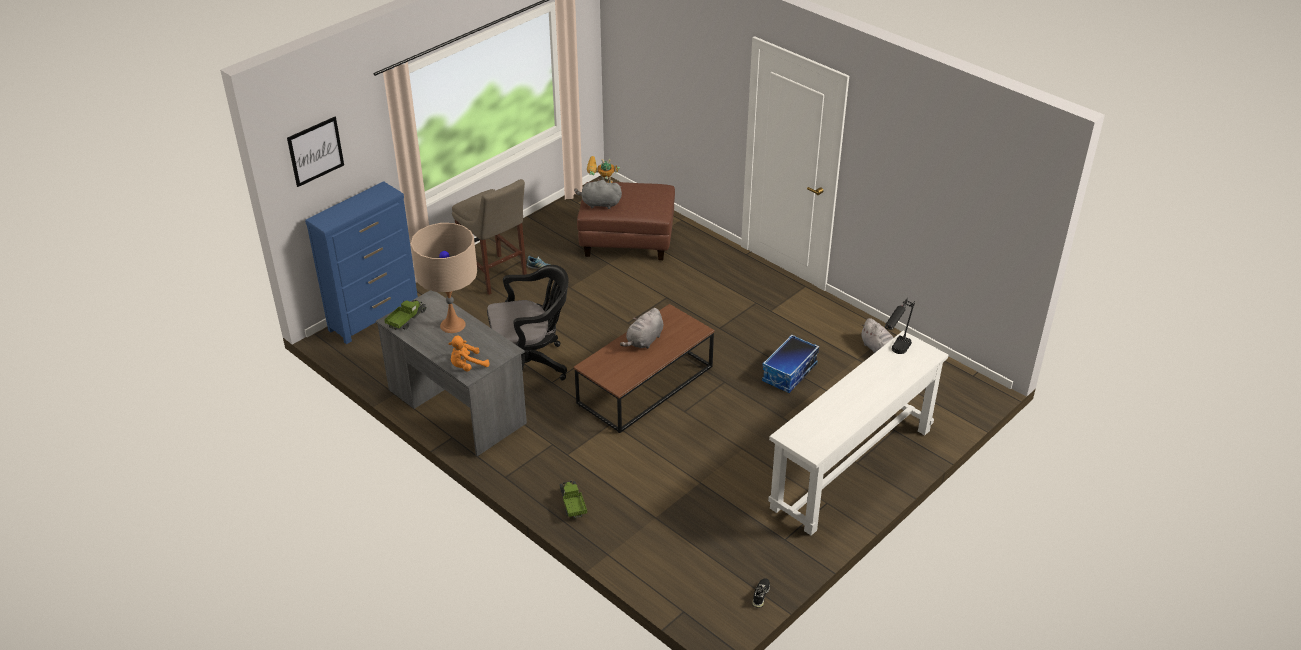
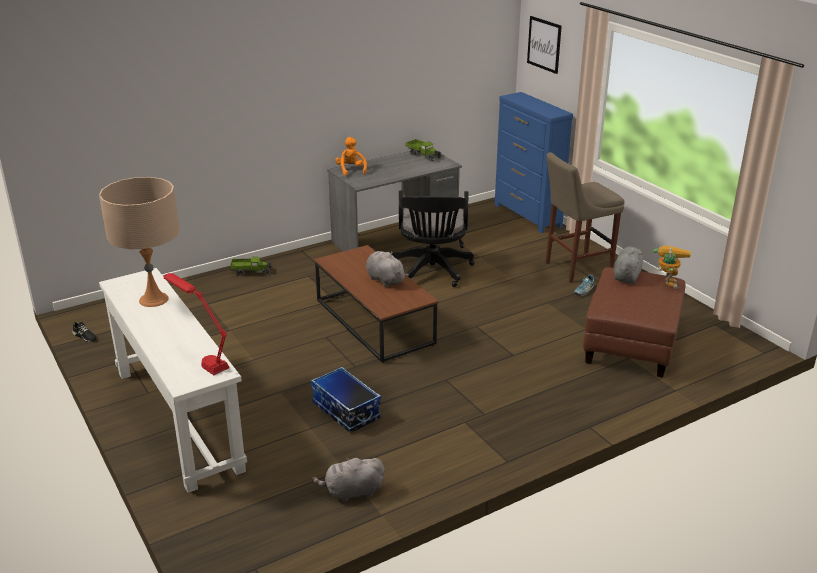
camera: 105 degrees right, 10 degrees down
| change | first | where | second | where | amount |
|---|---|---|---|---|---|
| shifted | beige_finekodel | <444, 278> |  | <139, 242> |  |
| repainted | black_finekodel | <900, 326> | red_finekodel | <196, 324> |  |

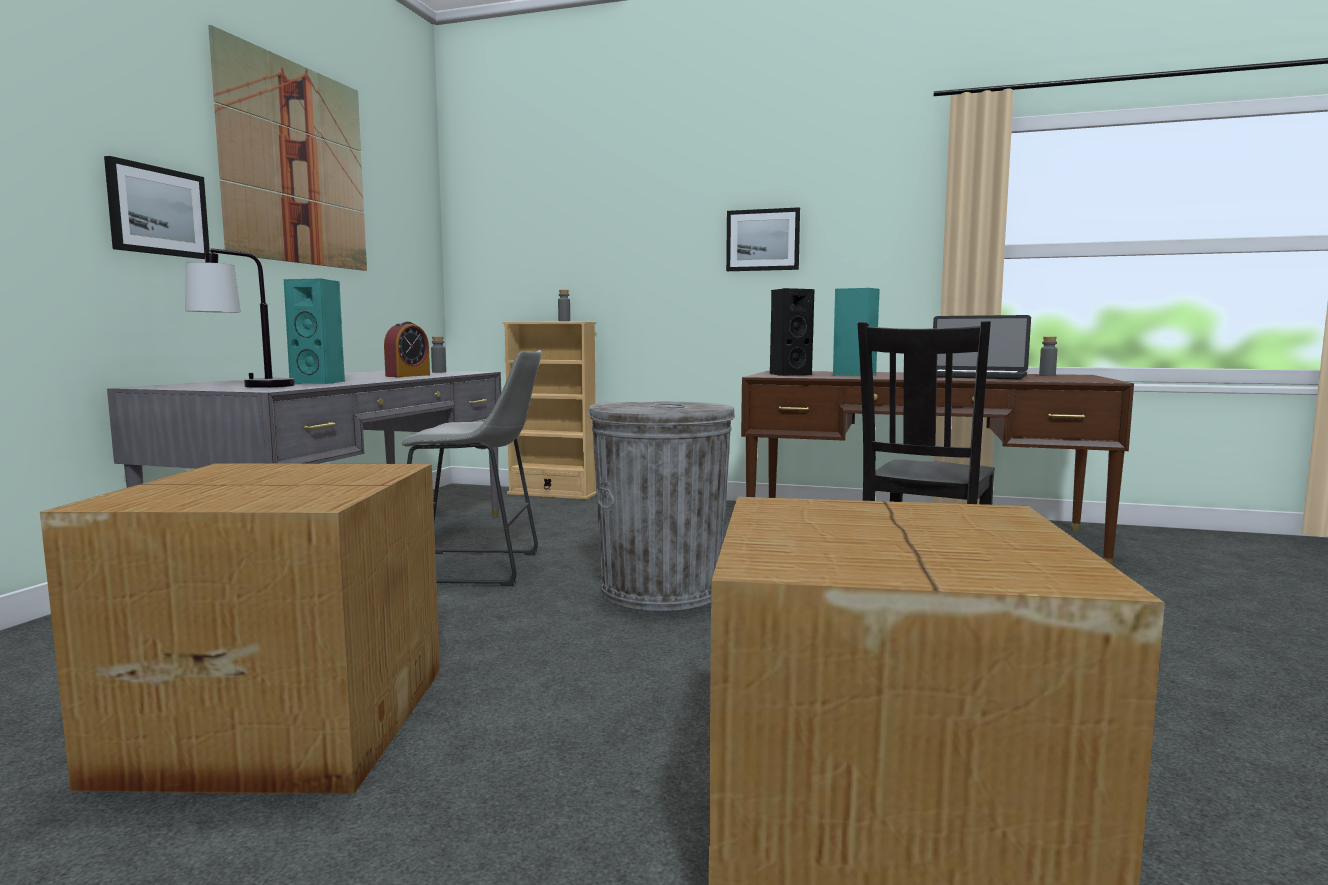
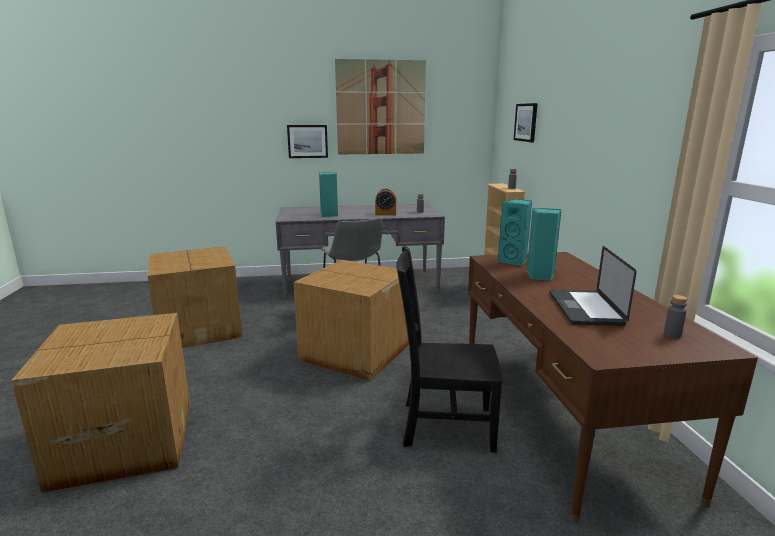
camera: 65 degrees right, 10 degrees up
| change | first | where | second | where | amount |
|---|---|---|---|---|---|
| gone | finekodel | <240, 318> |  |  |  |
| swapped | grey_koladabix | <661, 506> | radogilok | <351, 320> |  |
| shifted | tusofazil | <763, 239> |  | <526, 122> |  |
| repainted | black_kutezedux | <792, 332> | turquoise_kutezedux | <515, 232> |  |

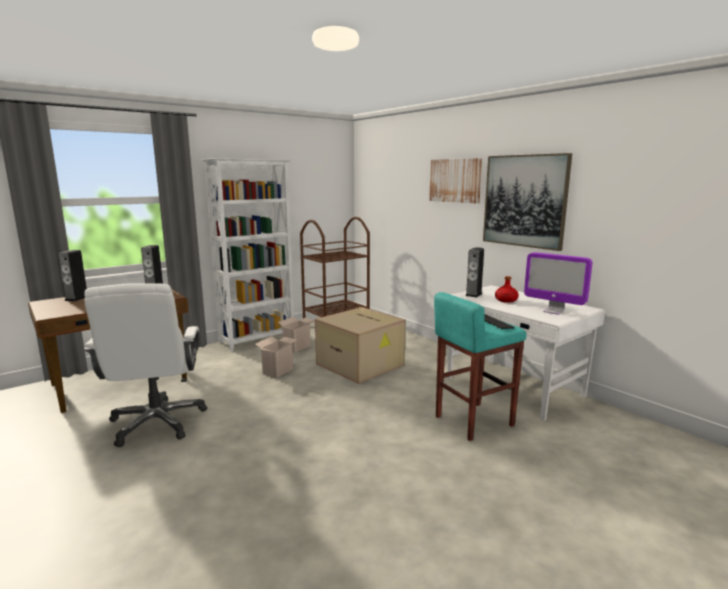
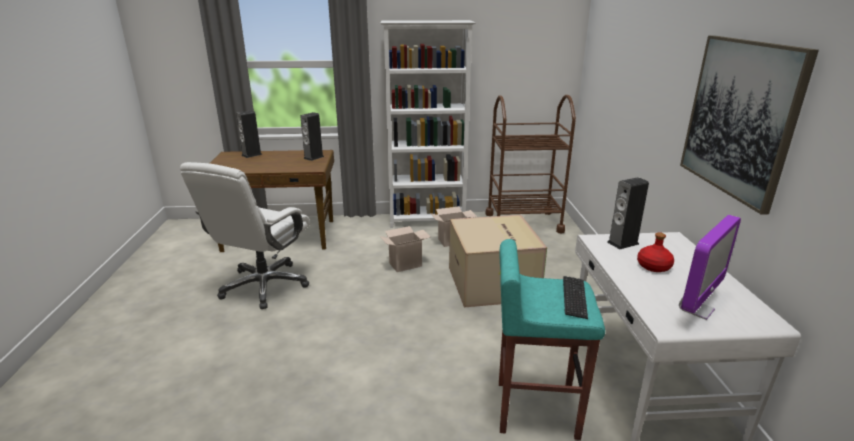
camera: 35 degrees right, 10 degrees up
| change | first | where | second | where | amount |
|---|---|---|---|---|---|
| gone | tusofazil | <455, 181> |  |  |  |
| rotated | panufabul | <558, 283> |  | <710, 267> | 120 degrees counterclockwise |

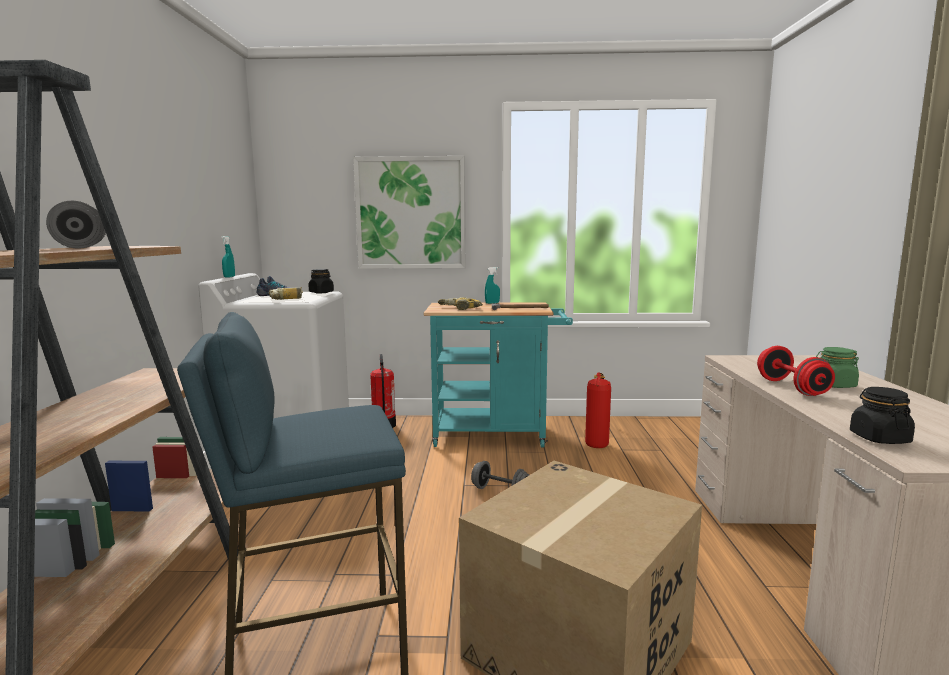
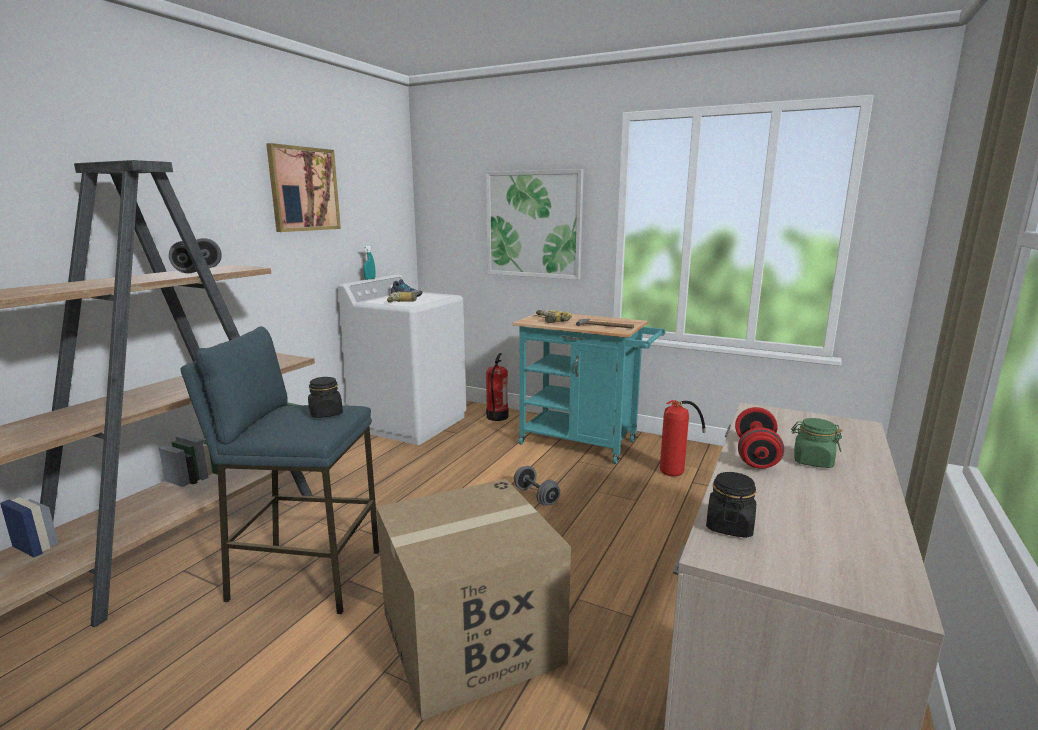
camera: 25 degrees right, 5 degrees up
| change | first | where | second | where | amount |
|---|---|---|---|---|---|
| shifted | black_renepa | <321, 281> |  | <325, 397> |  |
| gone | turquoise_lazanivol | <492, 285> |  |  |  |
| new |  |  | tusofazil | <303, 187> |  |

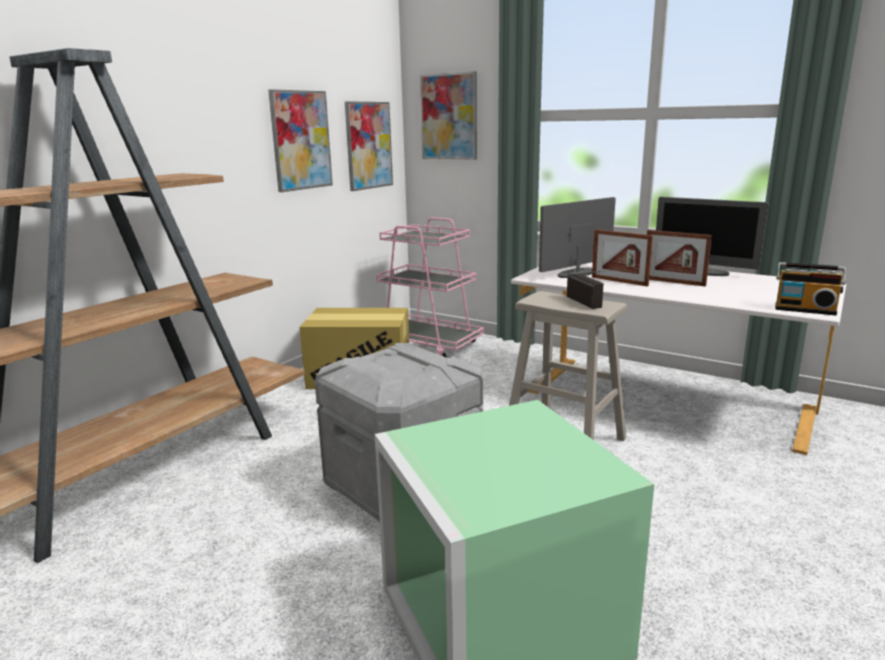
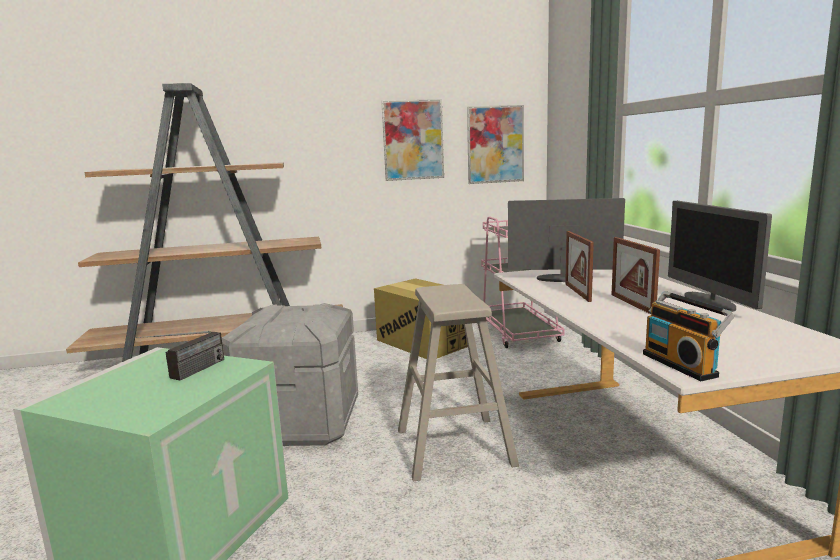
camera: 45 degrees right, 5 degrees down
| change | first | where | second | where | amount |
|---|---|---|---|---|---|
| gone | tusofazil | <448, 115> |  |  |  |
| shifted | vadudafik | <589, 289> |  | <178, 355> |  |

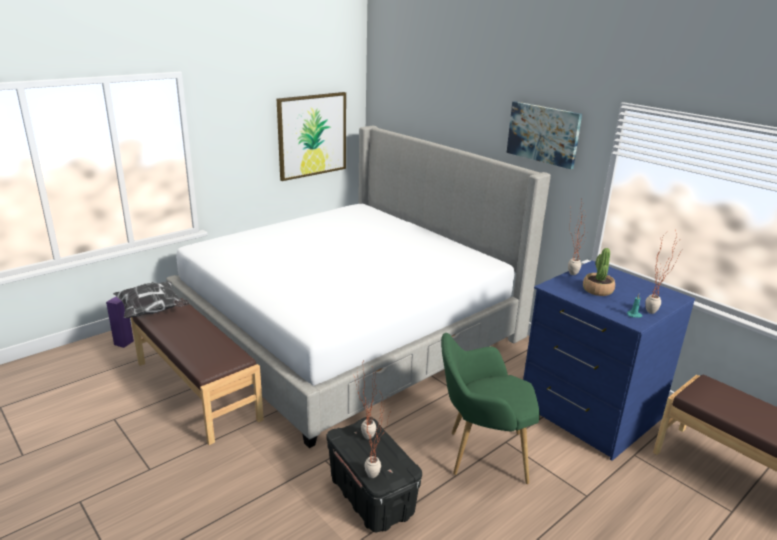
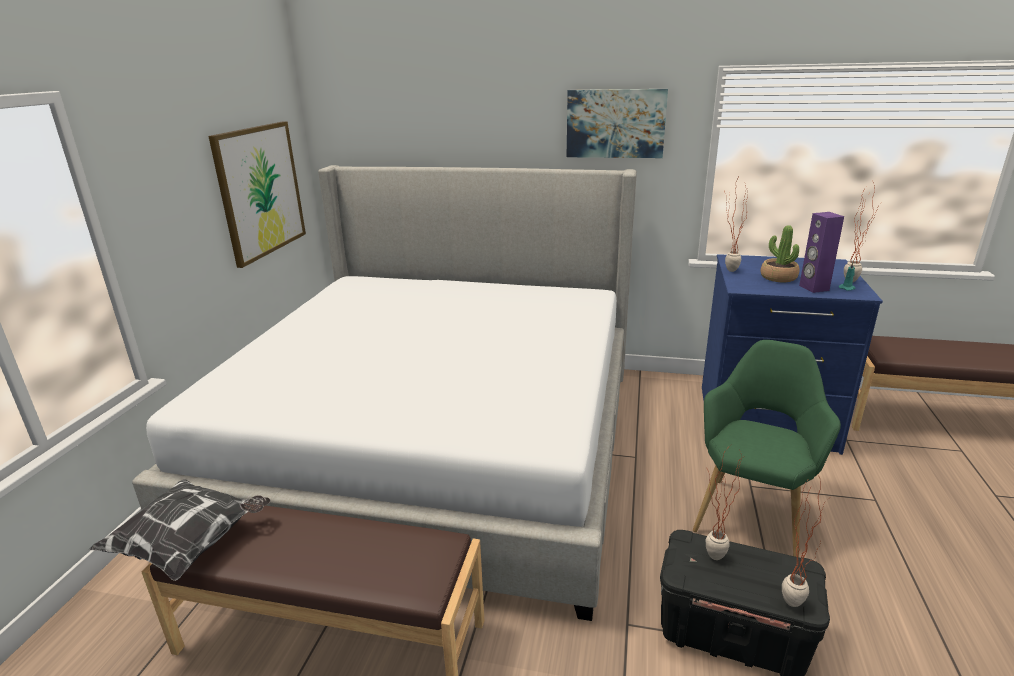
camera: 35 degrees left, 0 degrees up
| change | first | where | second | where | amount |
|---|---|---|---|---|---|
| shifted | purple_kutezedux | <120, 322> |  | <821, 252> |  |
| rotated | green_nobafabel | <490, 408> |  | <767, 448> | 150 degrees clockwise |

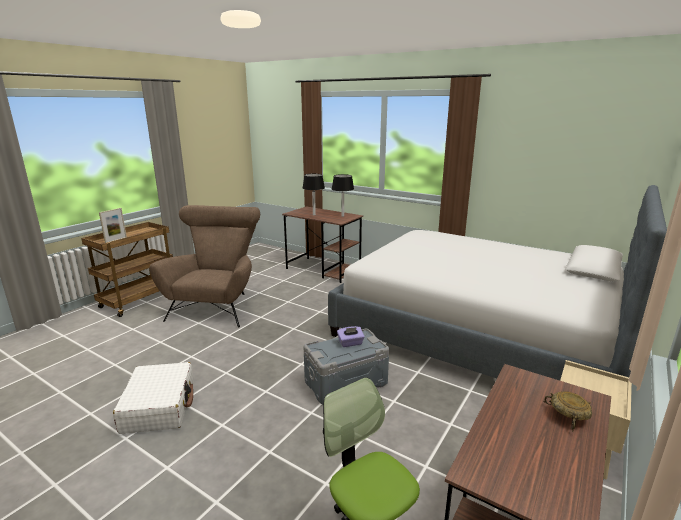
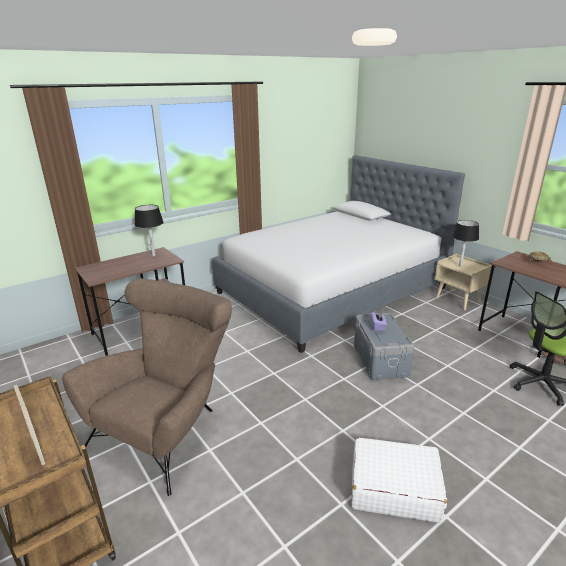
camera: 70 degrees left, 5 degrees up
| change | first | where | second | where | amount |
|---|---|---|---|---|---|
| rotated | brown_nobafabel | <204, 266> |  | <147, 387> | 90 degrees clockwise |
| shifted | black_finekodel | <313, 194> |  | <465, 243> |  |

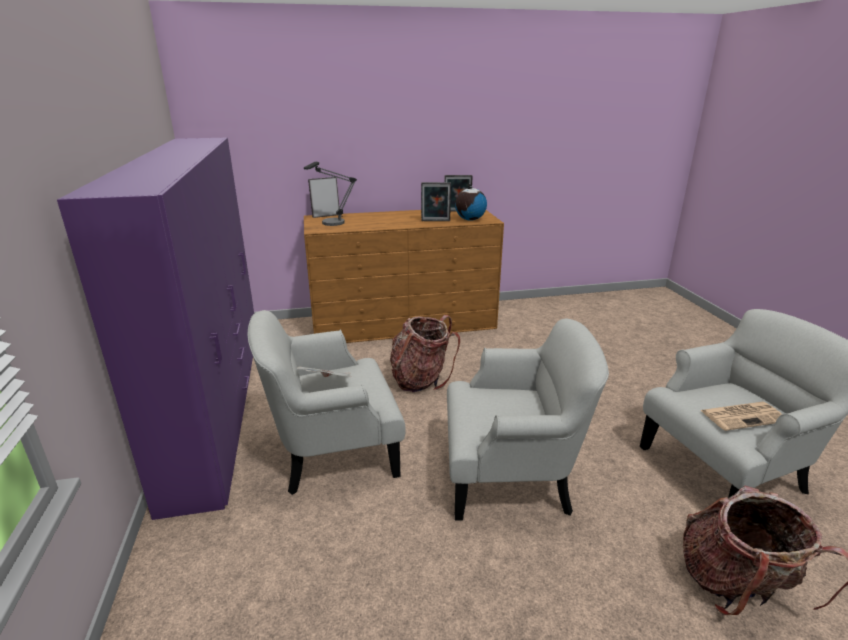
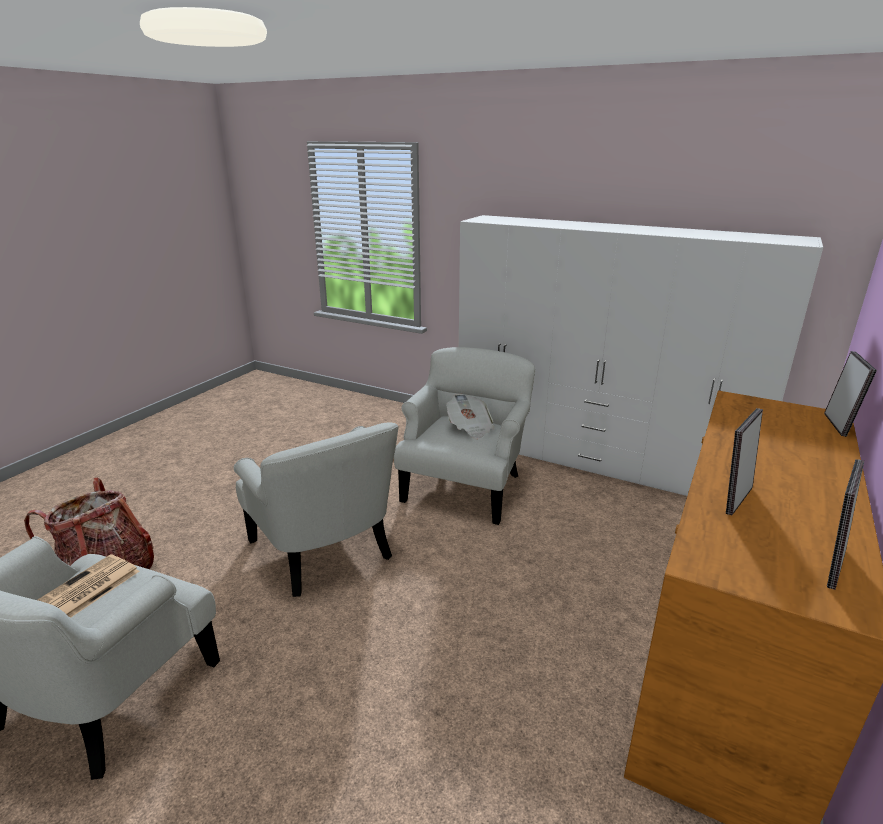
camera: 130 degrees right, 0 degrees up
| change | first | where | second | where | amount |
|---|---|---|---|---|---|
| repainted | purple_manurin | <155, 329> | white_manurin | <641, 355> |  |
| gone | finekodel | <330, 194> |  |  |  |
| gone | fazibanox | <425, 353> |  |  |  |
| rotated | white_nobafabel | <528, 419> |  | <316, 509> | 75 degrees counterclockwise |
| gone | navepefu | <471, 202> |  |  |  |

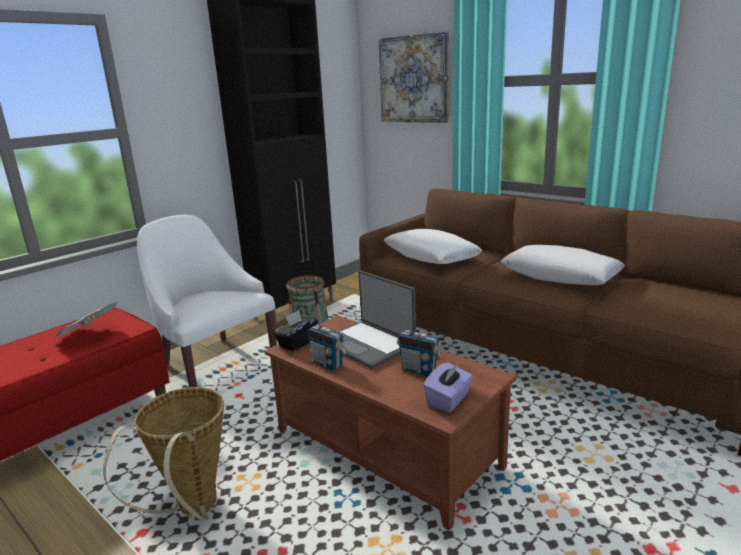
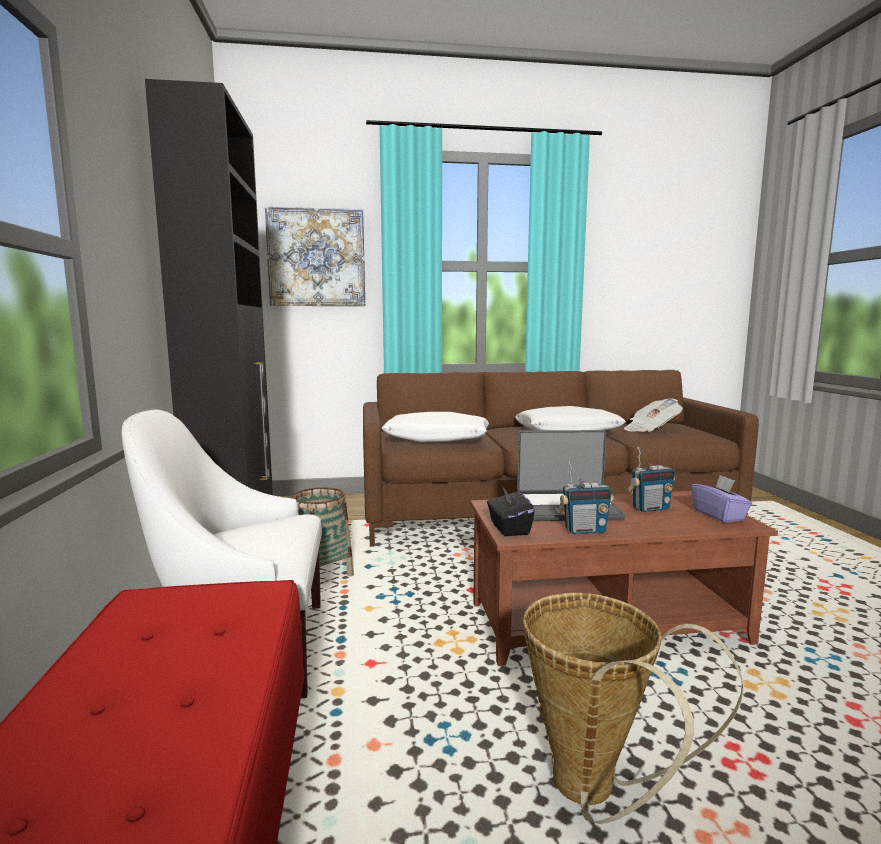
camera: 50 degrees left, 10 degrees down
| change | first | where | second | where | amount |
|---|---|---|---|---|---|
| shifted | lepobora | <85, 320> |  | <653, 415> |  |

